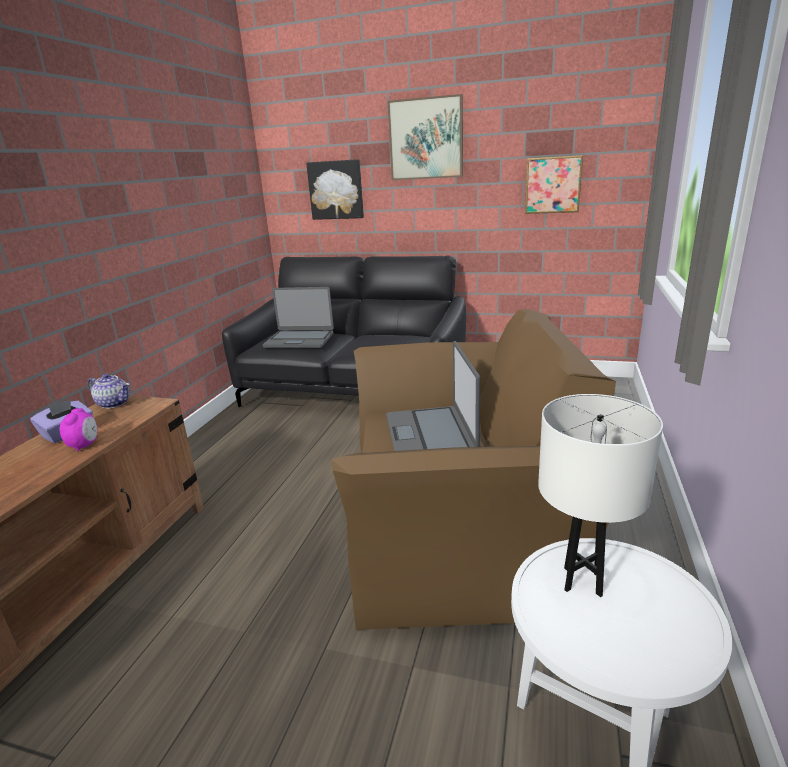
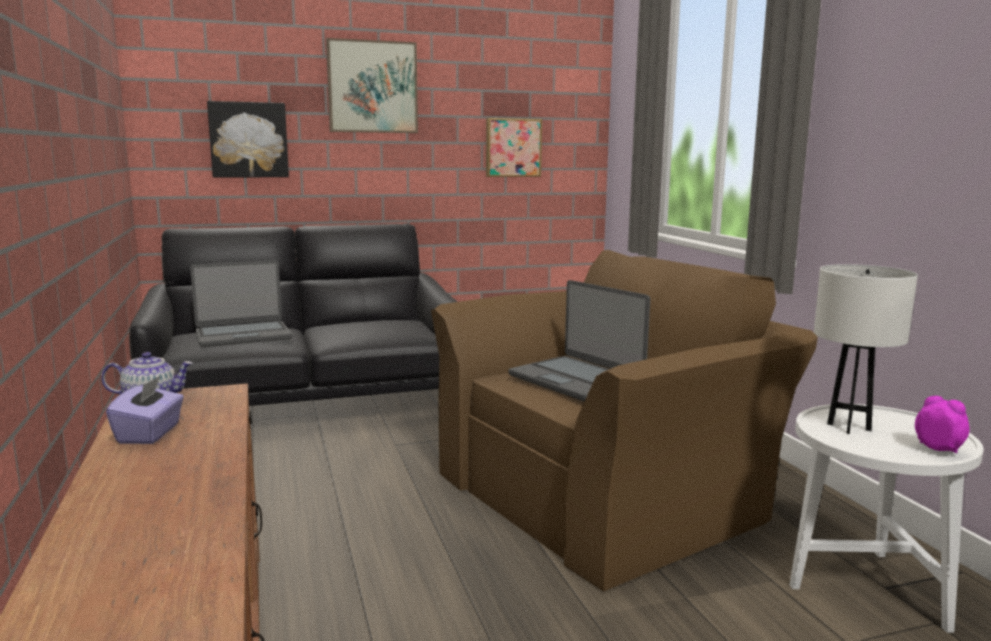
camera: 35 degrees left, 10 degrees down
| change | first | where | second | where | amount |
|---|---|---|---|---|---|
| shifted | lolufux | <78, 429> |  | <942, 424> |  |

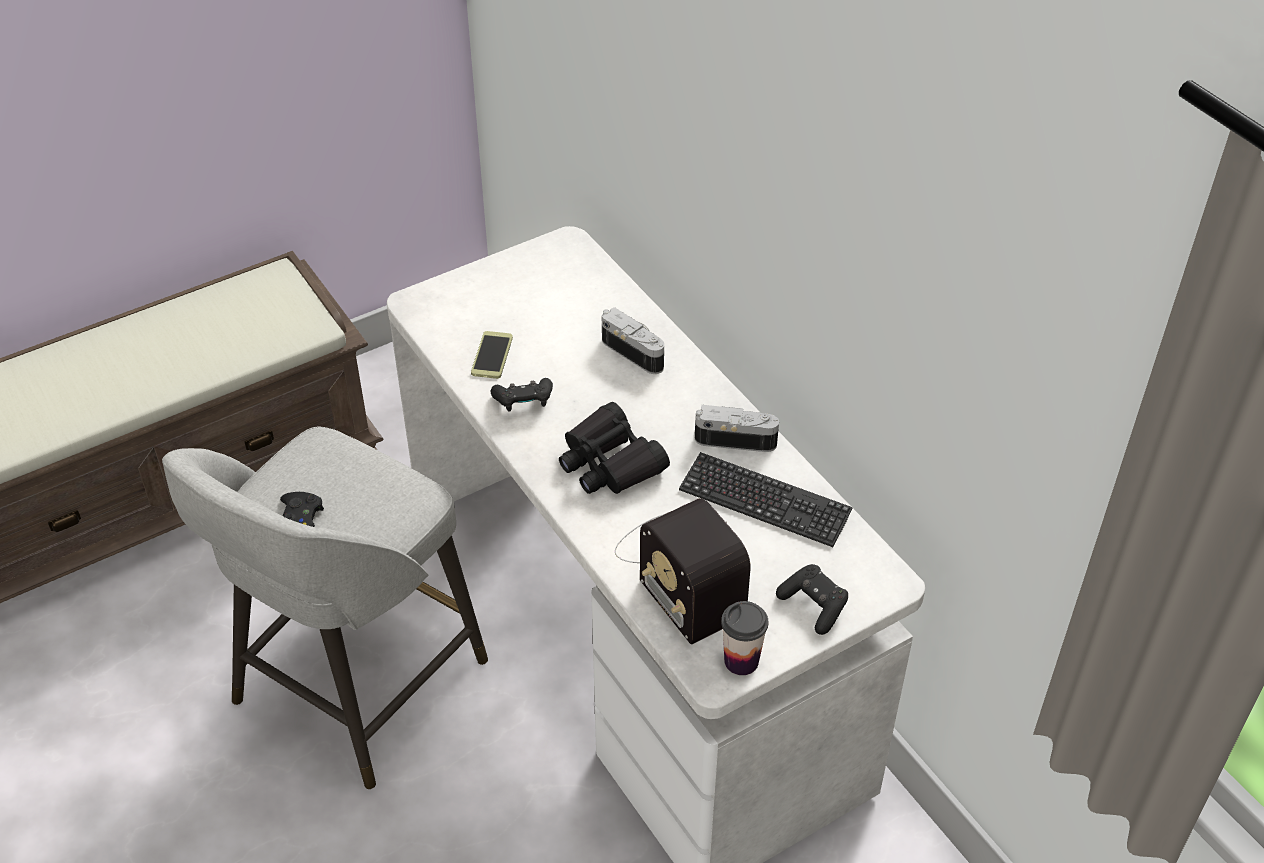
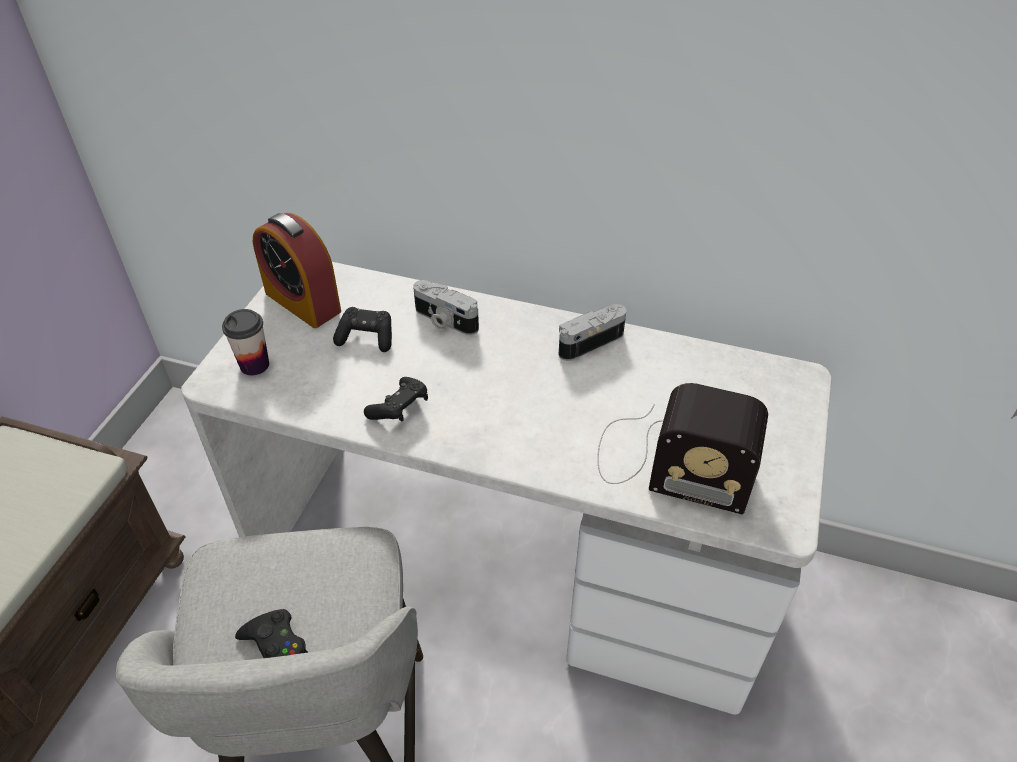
camera: 40 degrees left, 0 degrees up
| change | first | where | second | where | amount |
|---|---|---|---|---|---|
| gone | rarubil | <492, 355> |  |  |  |
| gone | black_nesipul | <614, 448> |  |  |  |
| rotated | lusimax | <633, 340> |  | <446, 307> | 150 degrees counterclockwise |
| gone | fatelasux | <766, 499> |  |  |  |
| shifted | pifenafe | <744, 638> |  | <245, 342> |  |
| shifted | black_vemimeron | <812, 599> |  | <362, 329> |  |
| new |  |  | lolufux | <297, 270> |  |

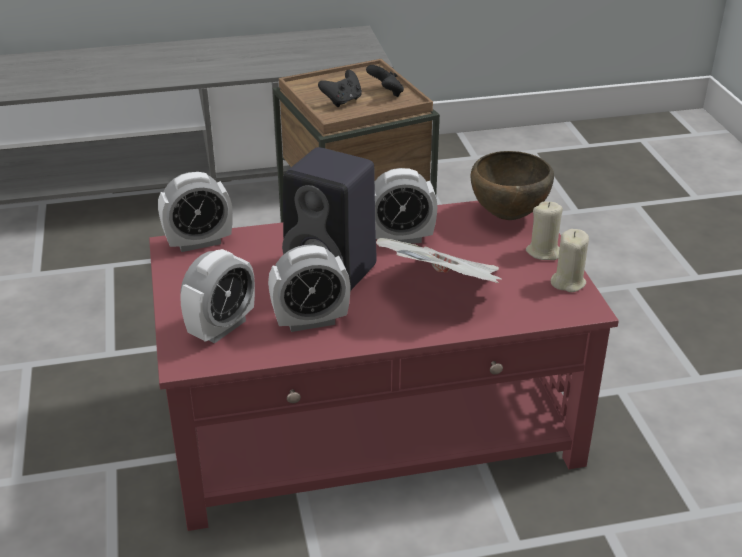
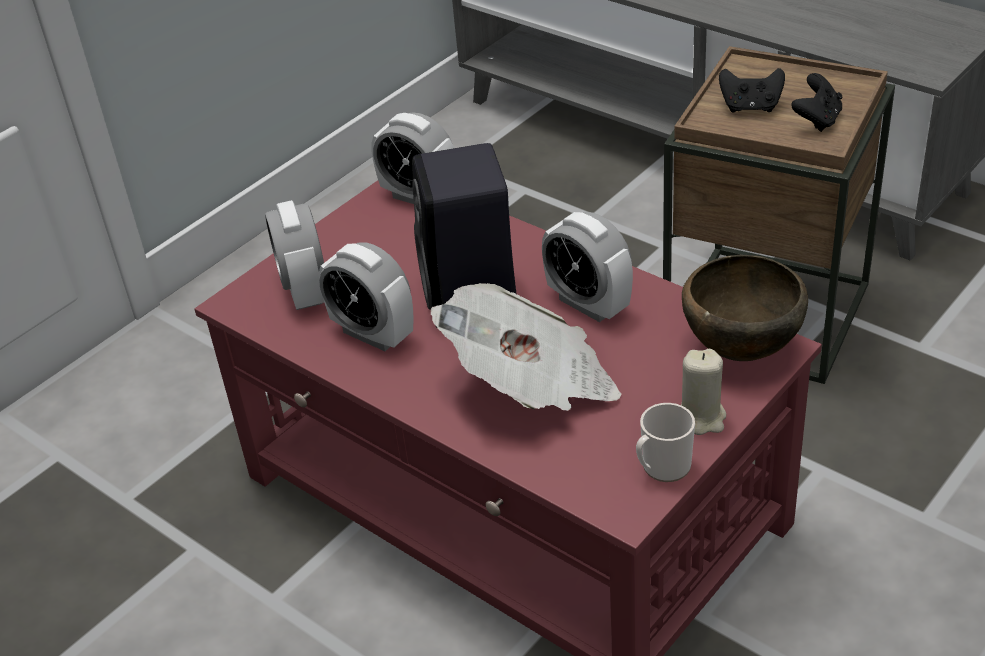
camera: 55 degrees right, 5 degrees up
| change | first | where | second | where | amount |
|---|---|---|---|---|---|
| rotated | lolufux | <218, 296> |  | <294, 255> | 75 degrees clockwise |
| swapped | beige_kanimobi | <570, 260> | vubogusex | <665, 442> |  |

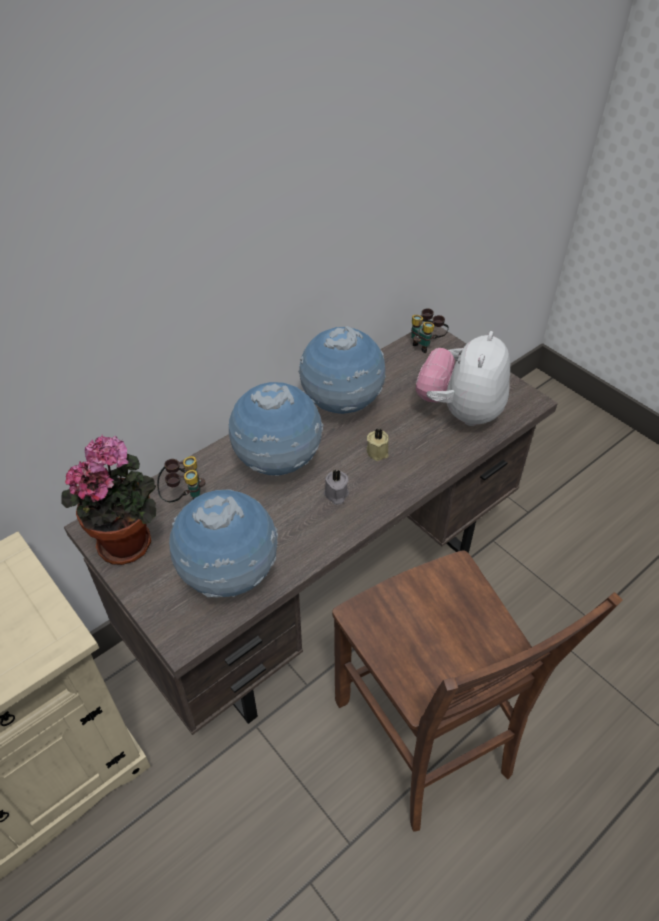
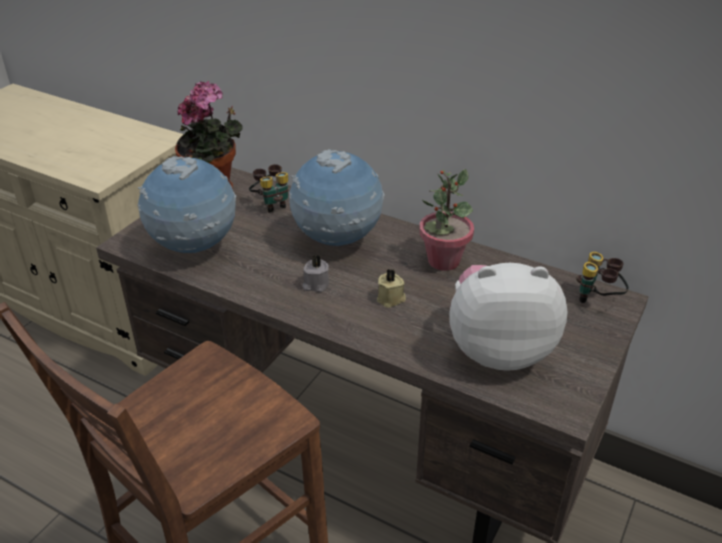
camera: 70 degrees right, 10 degrees down
| change | first | where | second | where | amount |
|---|---|---|---|---|---|
| swapped | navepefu | <342, 370> | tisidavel | <446, 220> |  |

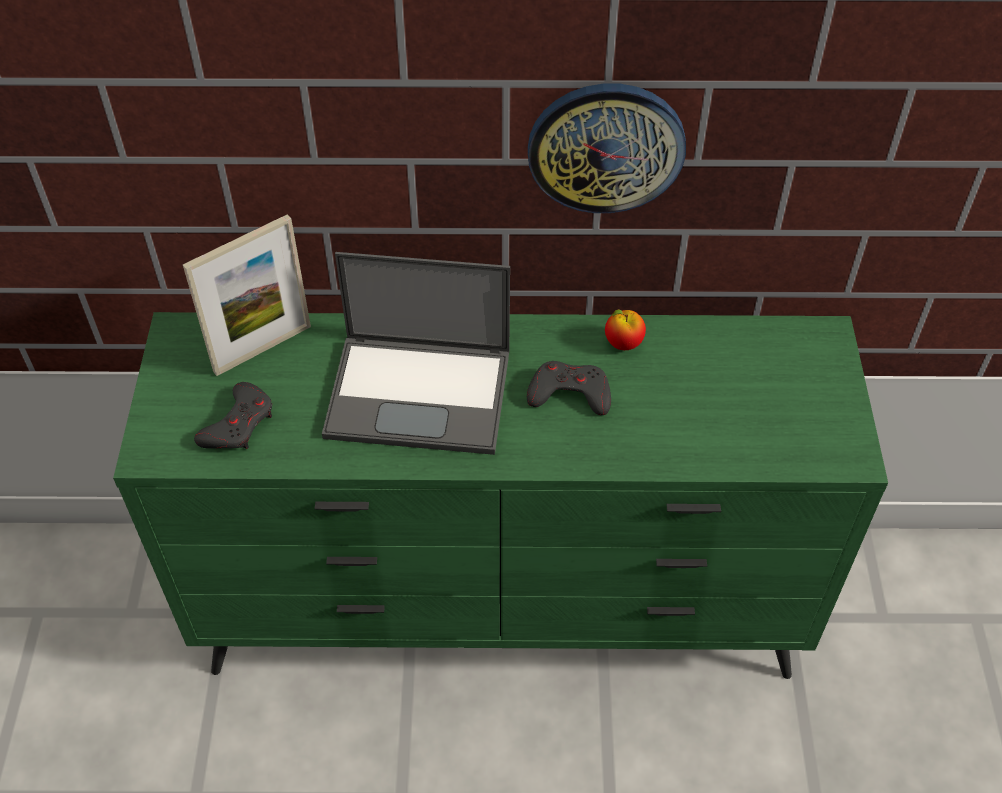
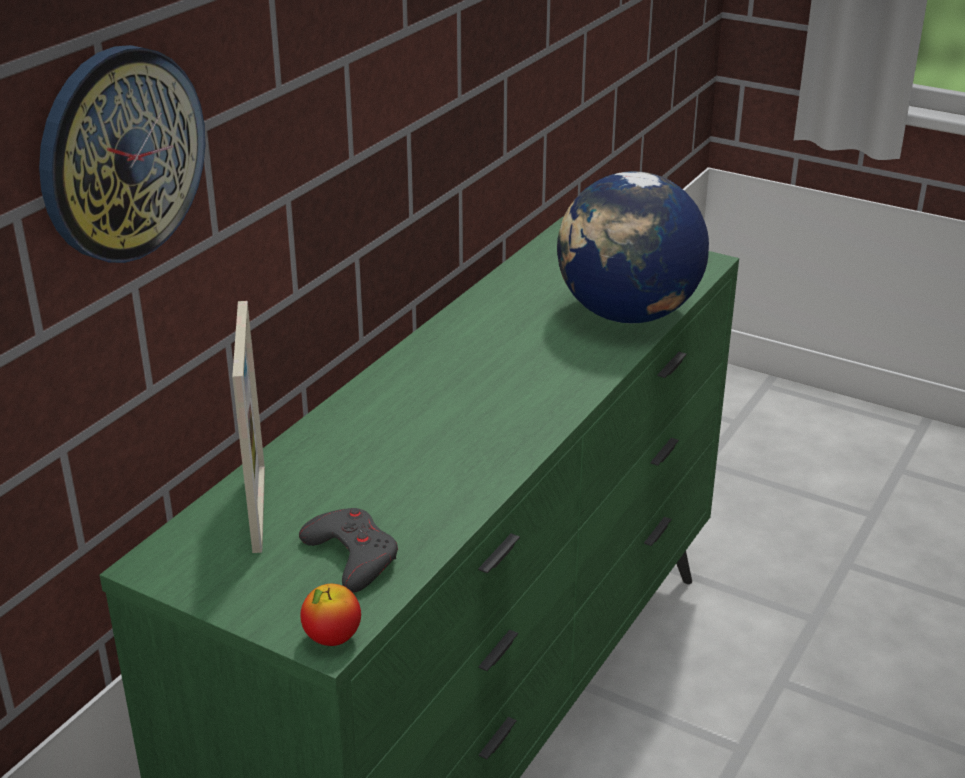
camera: 60 degrees left, 20 degrees down
| change | first | where | second | where | amount |
|---|---|---|---|---|---|
| gone | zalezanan | <416, 353> |  |  |  |
| gone | grey_vemimeron | <569, 388> |  |  |  |
| shifted | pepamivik | <607, 148> |  | <122, 154> |  |
| shifted | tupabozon | <625, 329> |  | <330, 615> |  |
| new |  |  | navepefu | <633, 247> |  |

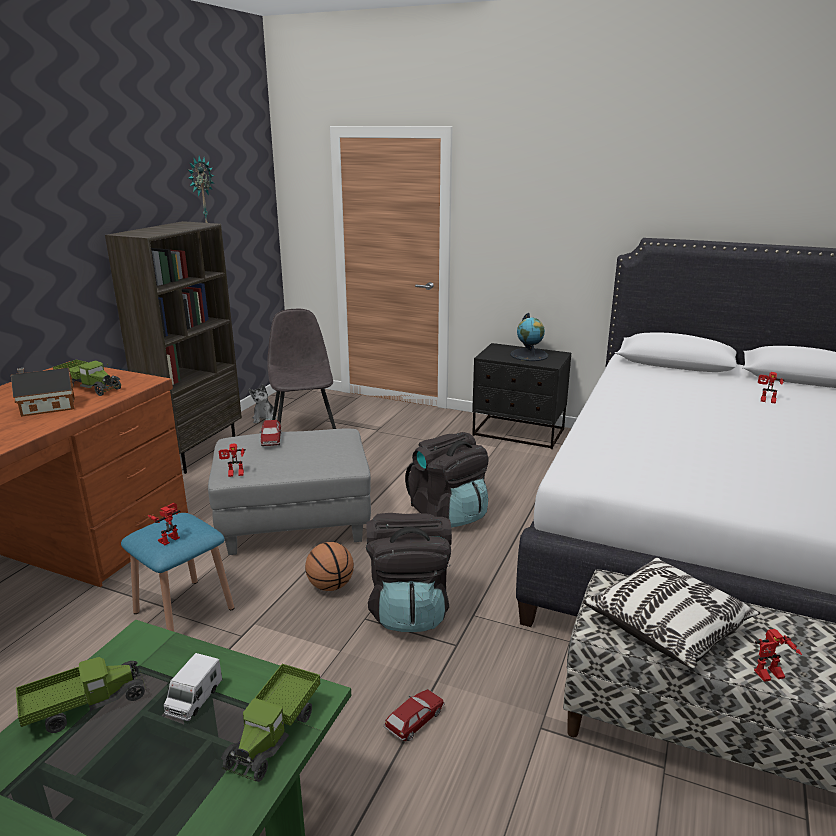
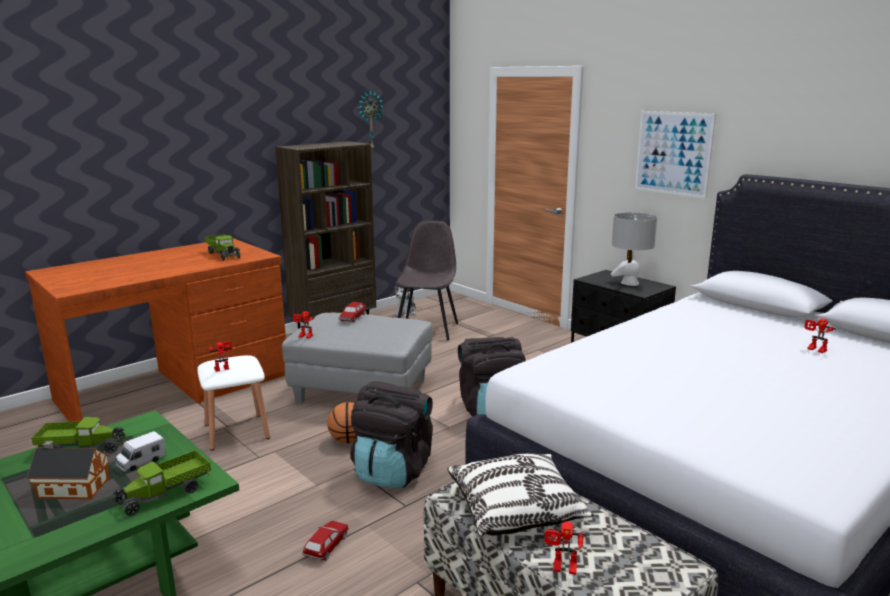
camera: 25 degrees right, 5 degrees down
| change | first | where | second | where | amount |
|---|---|---|---|---|---|
| shifted | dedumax | <43, 392> |  | <68, 470> |  |
| repainted | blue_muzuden | <177, 572> | white_muzuden | <233, 403> |  |
| rotated | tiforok | <414, 715> |  | <325, 541> | 45 degrees counterclockwise |
| swapped | navepefu | <529, 337> | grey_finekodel | <634, 249> |  |
| new |  |  | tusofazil | <675, 155> |  |

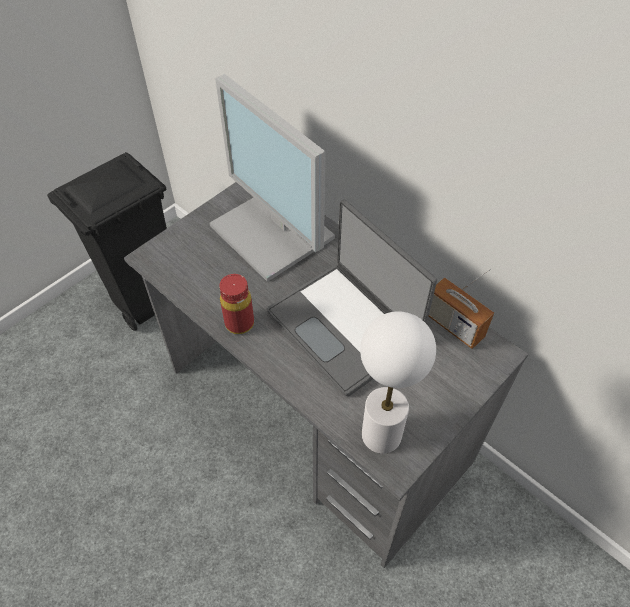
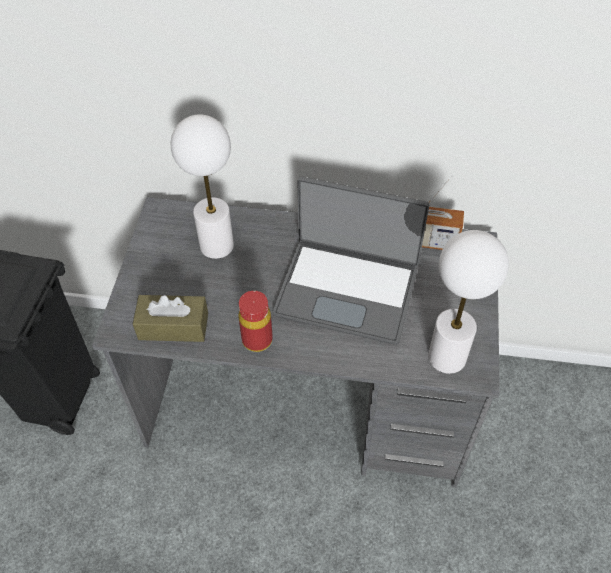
camera: 35 degrees left, 0 degrees up
| change | first | where | second | where | amount |
|---|---|---|---|---|---|
| swapped | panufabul | <272, 178> | white_finekodel | <202, 187> |  |
| new |  |  | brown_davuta | <170, 318> |  |

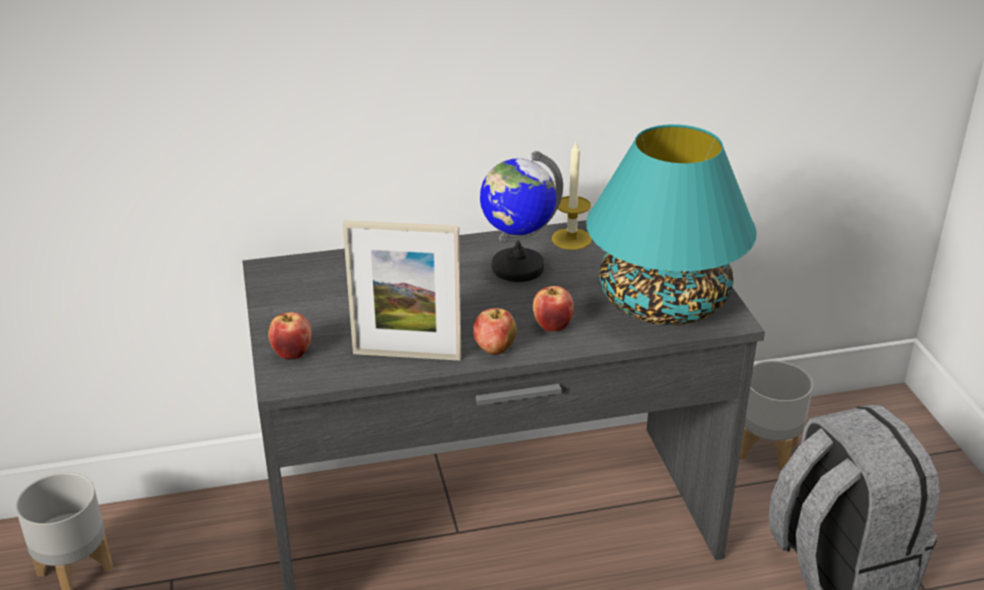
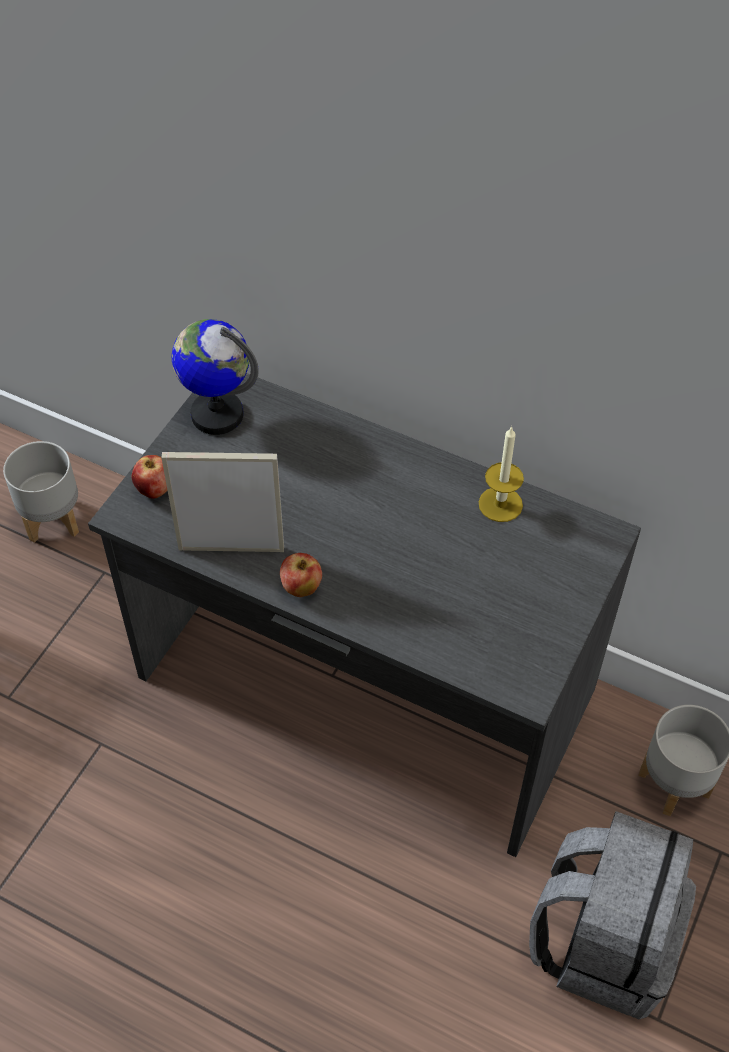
camera: 40 degrees right, 20 degrees up
| change | first | where | second | where | amount |
|---|---|---|---|---|---|
| rotated | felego | <402, 290> |  | <222, 502> | 135 degrees clockwise |
| shifted | navepefu | <521, 216> |  | <215, 377> |  |
| gone | tupabozon | <553, 308> |  |  |  |
| gone | turquoise_finekodel | <671, 224> |  |  |  |

